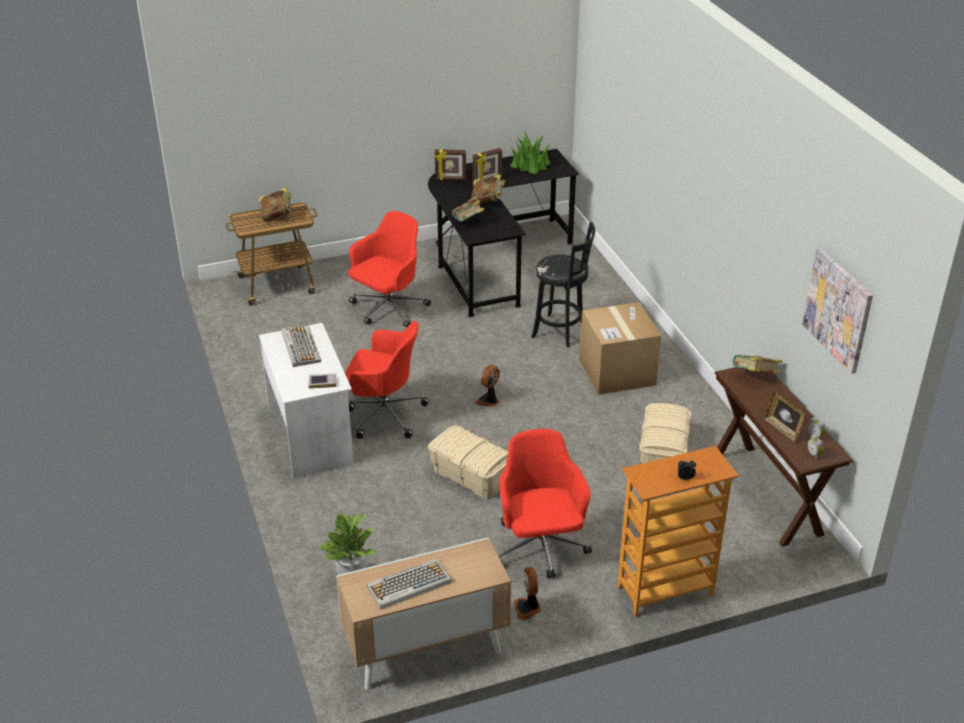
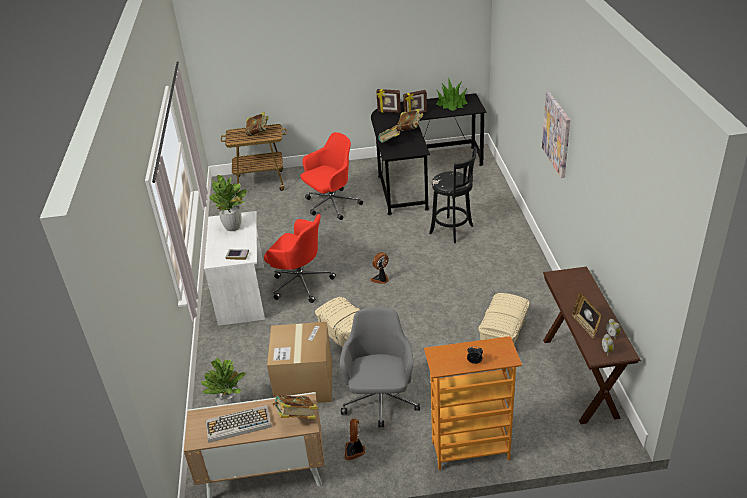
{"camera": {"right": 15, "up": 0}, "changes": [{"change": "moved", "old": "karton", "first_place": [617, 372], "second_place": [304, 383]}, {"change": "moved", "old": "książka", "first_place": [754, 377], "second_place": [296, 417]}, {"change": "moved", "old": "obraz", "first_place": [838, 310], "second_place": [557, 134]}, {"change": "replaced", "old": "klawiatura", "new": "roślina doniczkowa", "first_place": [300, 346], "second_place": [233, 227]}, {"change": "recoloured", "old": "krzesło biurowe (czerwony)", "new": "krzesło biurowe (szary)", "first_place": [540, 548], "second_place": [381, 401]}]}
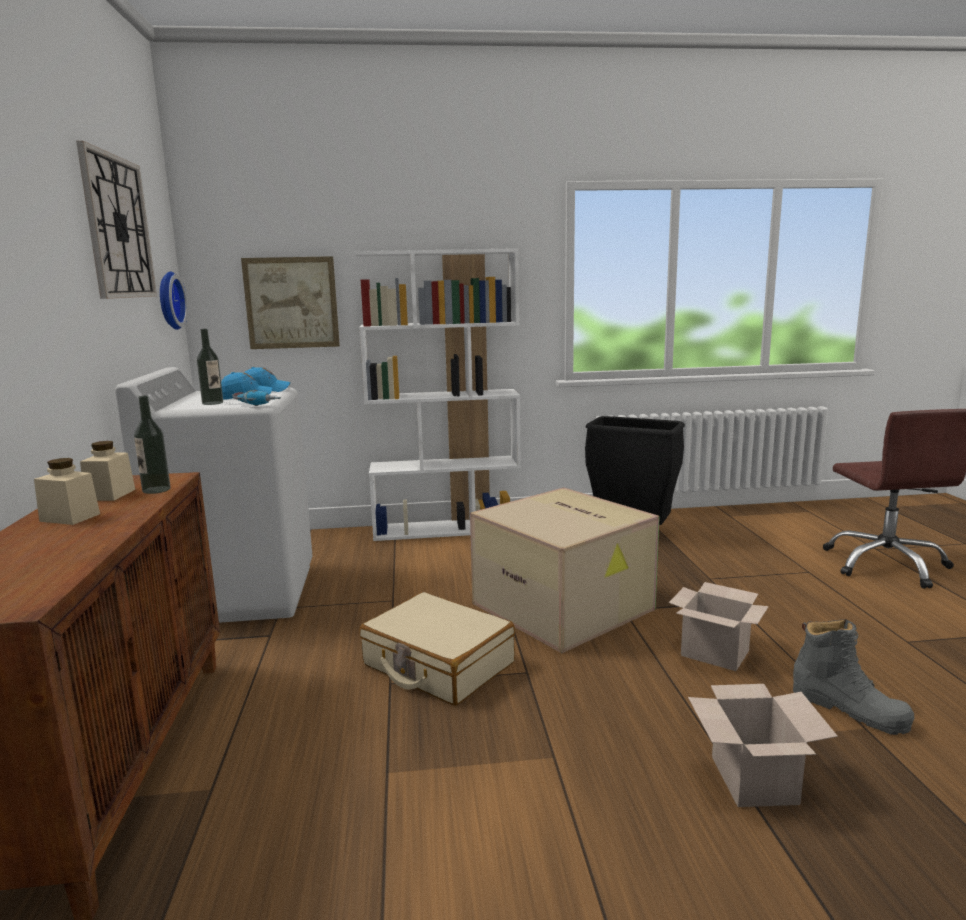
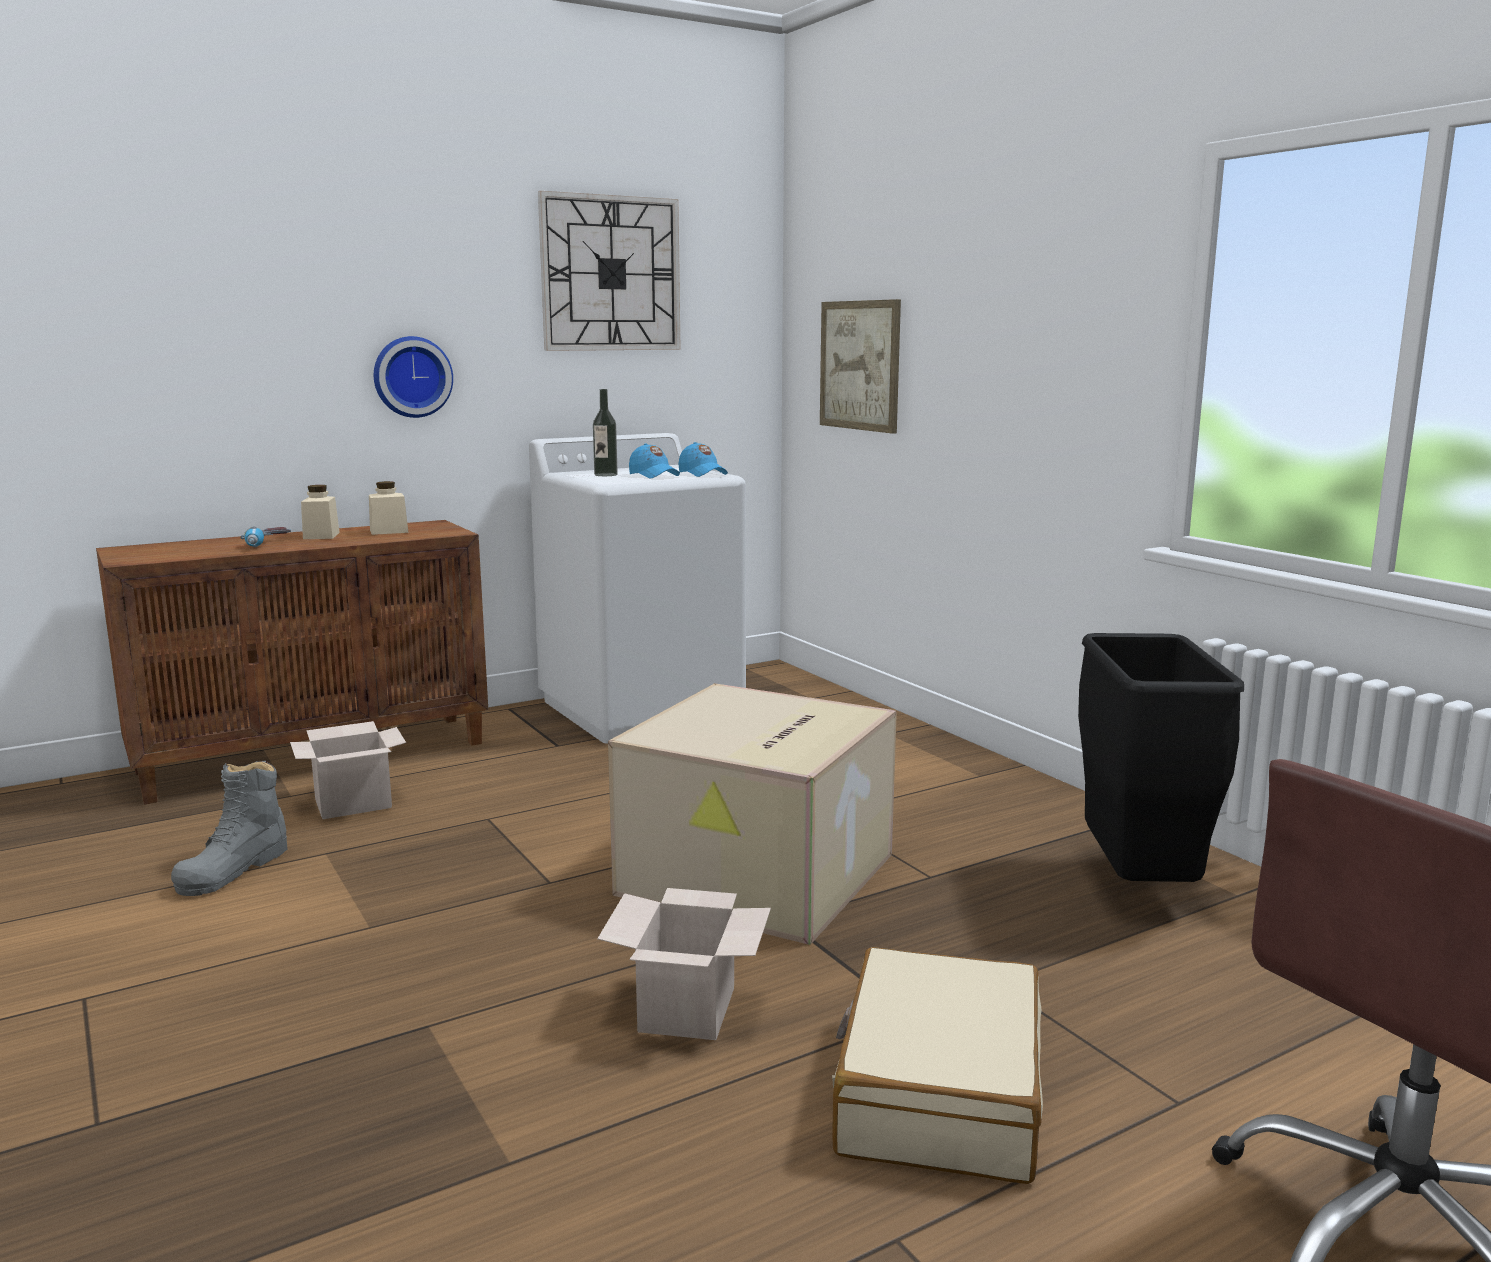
{"camera": {"right": 65, "up": 0}, "changes": [{"change": "removed", "old": "butelka", "first_place": [156, 490]}, {"change": "removed", "old": "regał (biały)", "first_place": [447, 529]}, {"change": "moved", "old": "zegar ścienny", "first_place": [168, 301], "second_place": [411, 377]}, {"change": "moved", "old": "wiertarka", "first_place": [256, 404], "second_place": [266, 545]}, {"change": "moved", "old": "walizka (beżowy)", "first_place": [437, 664], "second_place": [938, 1092]}, {"change": "moved", "old": "karton", "first_place": [751, 778], "second_place": [355, 803]}, {"change": "moved", "old": "but z cholewką (szary)", "first_place": [849, 708], "second_place": [234, 869]}]}
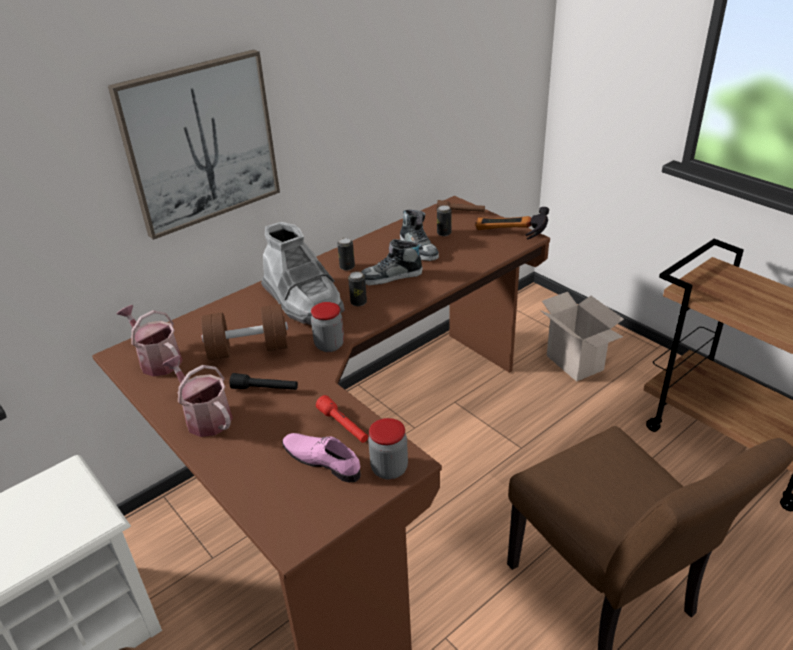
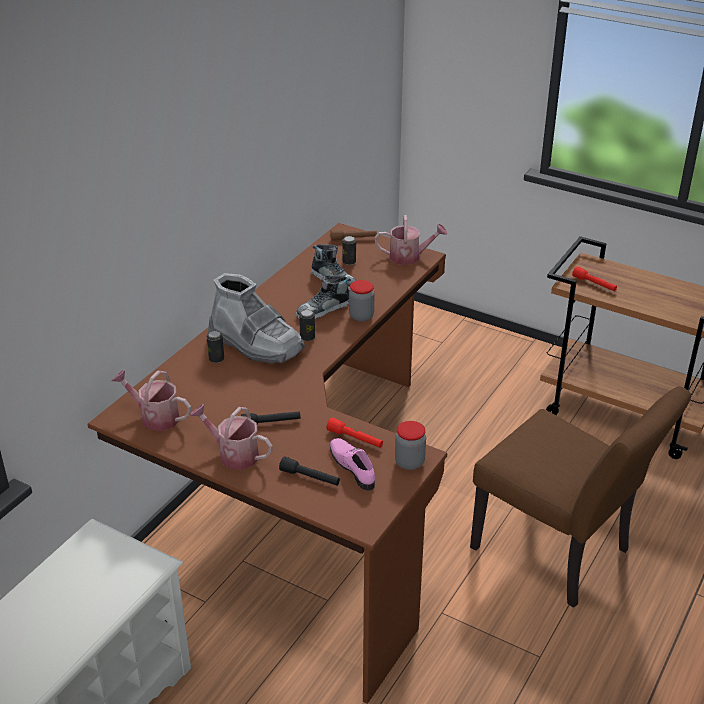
{"camera": {"right": -20, "up": 0}, "changes": [{"change": "removed", "old": "obraz", "first_place": [200, 143]}, {"change": "removed", "old": "hantel (brązowy)", "first_place": [248, 349]}, {"change": "removed", "old": "karton", "first_place": [577, 363]}, {"change": "added", "new": "latarka (czarny)", "second_place": [310, 478]}, {"change": "added", "new": "latarka (czerwony)", "second_place": [594, 284]}, {"change": "moved", "old": "słoik", "first_place": [329, 345], "second_place": [361, 316]}, {"change": "moved", "old": "puszka", "first_place": [347, 267], "second_place": [216, 359]}, {"change": "replaced", "old": "młotek", "new": "konewka", "first_place": [509, 236], "second_place": [409, 257]}, {"change": "turned", "old": "but (różowy)", "first_place": [322, 459], "second_place": [353, 466], "degrees": 45}]}
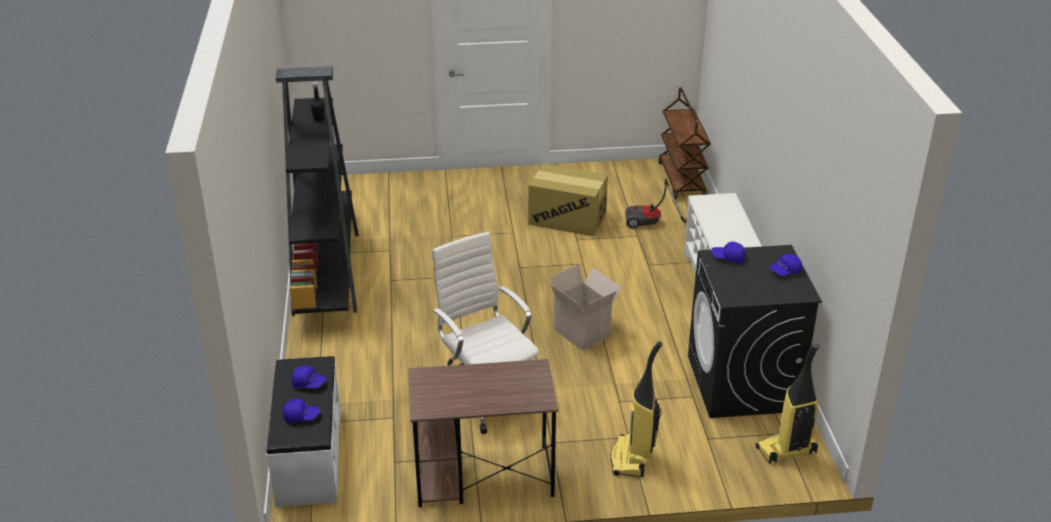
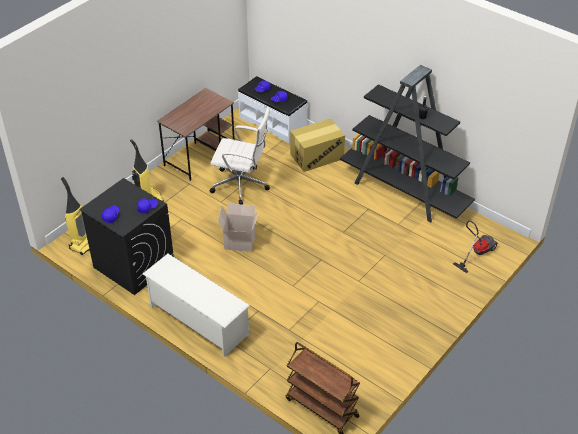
{"camera": {"right": 135, "up": 10}, "changes": [{"change": "moved", "old": "karton", "first_place": [567, 219], "second_place": [317, 156]}, {"change": "moved", "old": "odkurzacz", "first_place": [652, 225], "second_place": [476, 252]}]}
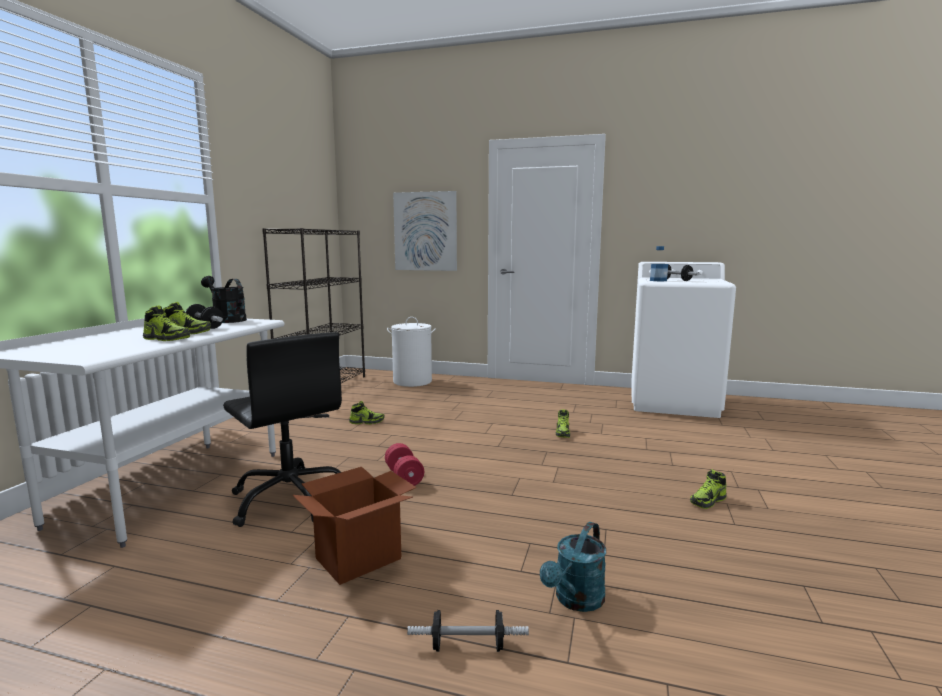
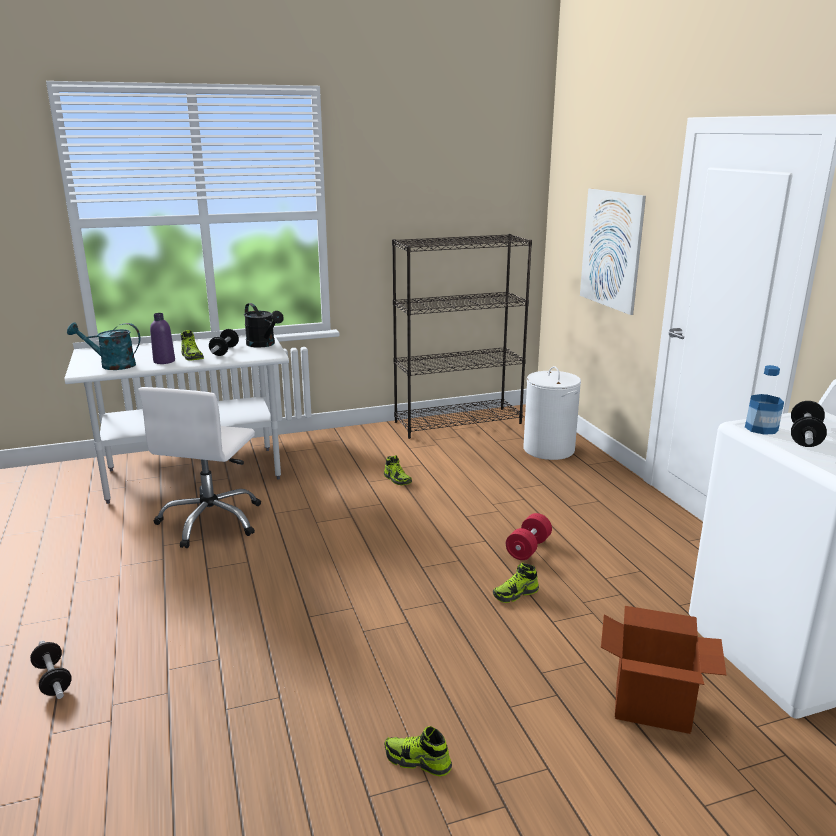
{"camera": {"right": 55, "up": 10}, "changes": [{"change": "moved", "old": "karton", "first_place": [359, 558], "second_place": [652, 706]}, {"change": "moved", "old": "hantel (czerwony)", "first_place": [404, 477], "second_place": [528, 548]}, {"change": "moved", "old": "konewka (turkusowy)", "first_place": [576, 601], "second_place": [112, 365]}, {"change": "replaced", "old": "but", "new": "butelka (fioletowy)", "first_place": [167, 339], "second_place": [164, 361]}, {"change": "recoloured", "old": "krzesło biurowe (czarny)", "new": "krzesło biurowe (biały)", "first_place": [290, 499], "second_place": [211, 521]}, {"change": "turned", "old": "konewka (czarny)", "first_place": [226, 320], "second_place": [263, 344], "degrees": 135}]}
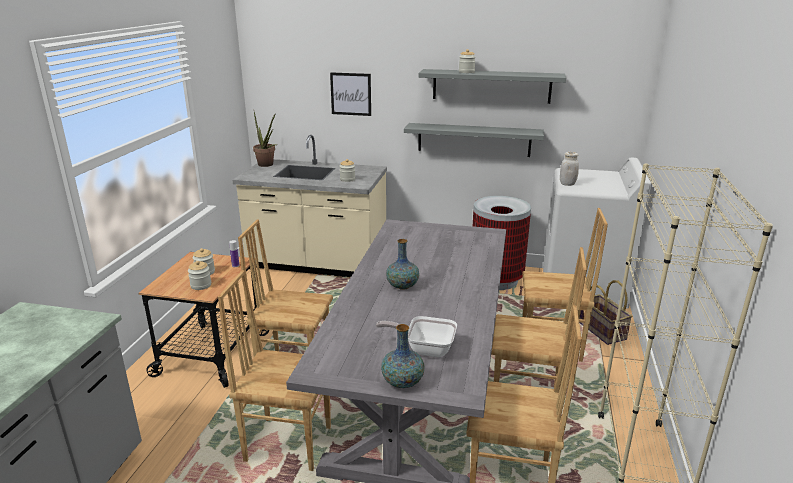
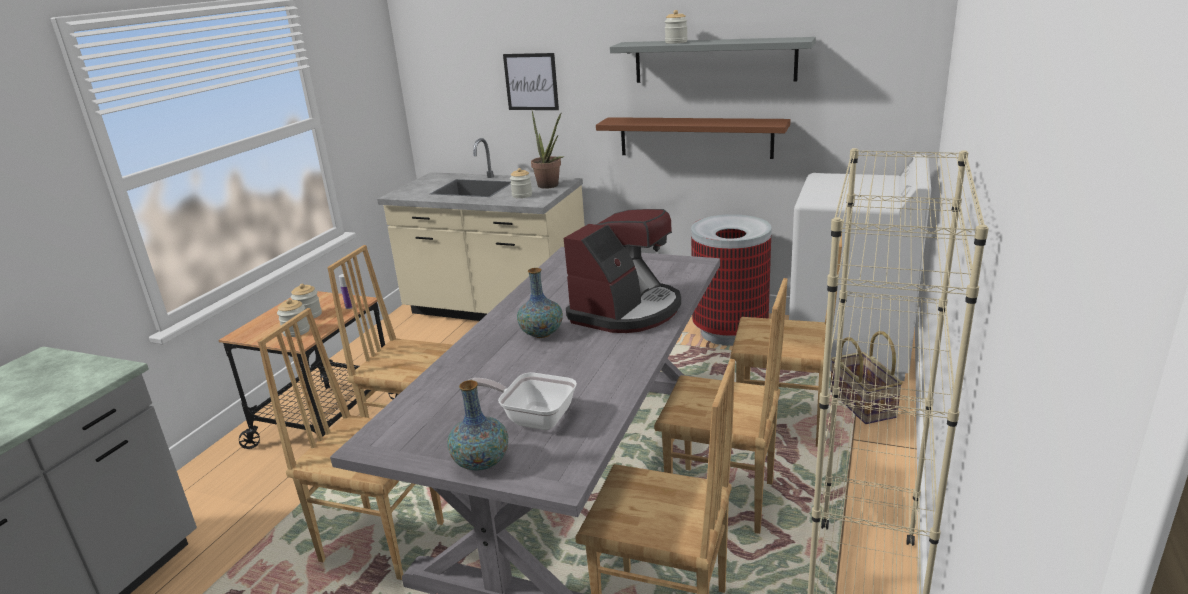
{"camera": {"right": 10, "up": 0}, "changes": [{"change": "removed", "old": "słoik (biały)", "first_place": [567, 184]}, {"change": "added", "new": "ekspres do kawy", "second_place": [627, 311]}, {"change": "moved", "old": "roślina doniczkowa", "first_place": [267, 165], "second_place": [550, 186]}, {"change": "recoloured", "old": "półka (szary)", "new": "półka (brązowy)", "first_place": [474, 139], "second_place": [695, 137]}]}
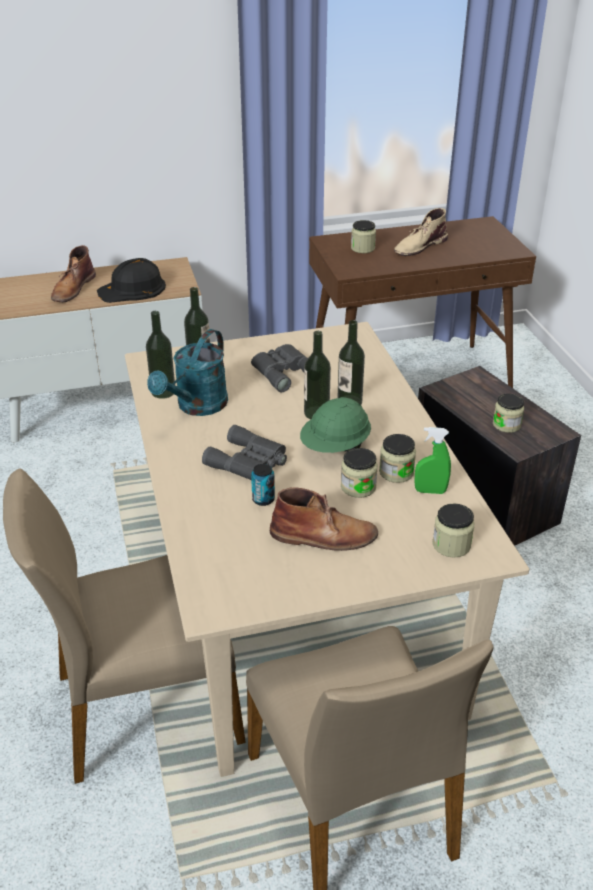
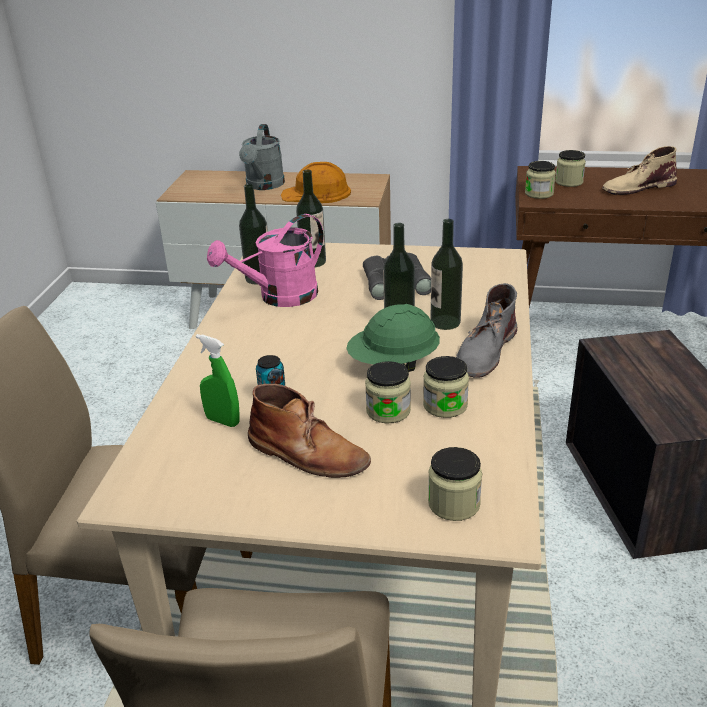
{"camera": {"right": 25, "up": -5}, "changes": [{"change": "removed", "old": "lornetka (szary)", "first_place": [249, 463]}, {"change": "added", "new": "but z cholewką (szary)", "second_place": [486, 351]}, {"change": "moved", "old": "spryskiwacz (zielony)", "first_place": [430, 491], "second_place": [222, 421]}, {"change": "moved", "old": "słoik", "first_place": [506, 425], "second_place": [539, 194]}, {"change": "replaced", "old": "but z cholewką (brązowy)", "new": "konewka (szary)", "first_place": [73, 288], "second_place": [264, 186]}, {"change": "recoloured", "old": "kask (czarny)", "new": "kask (pomarańczowy)", "first_place": [132, 289], "second_place": [316, 193]}, {"change": "recoloured", "old": "konewka (turkusowy)", "new": "konewka (różowy)", "first_place": [197, 407], "second_place": [279, 297]}]}
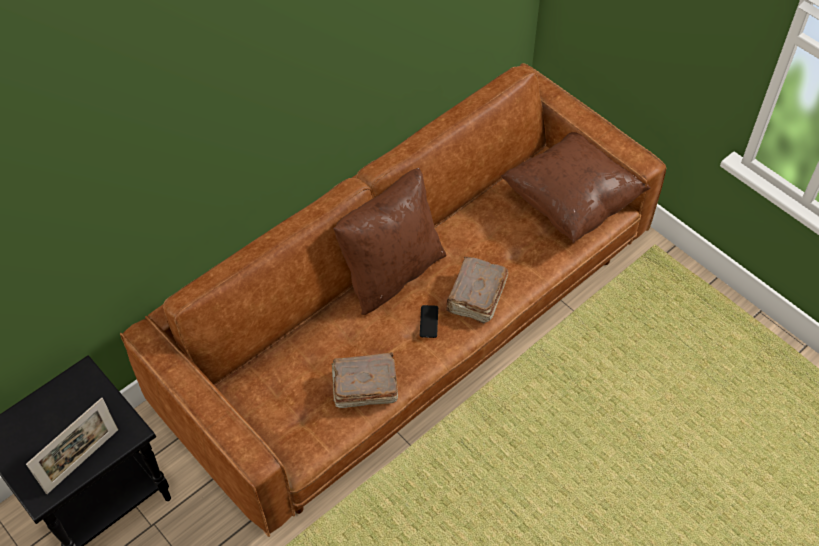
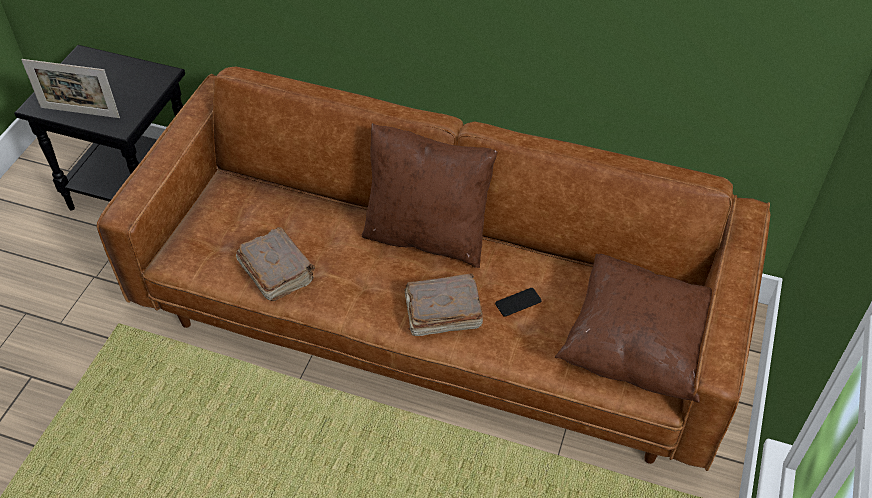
{"camera": {"right": 60, "up": -5}, "changes": [{"change": "moved", "old": "telefon", "first_place": [429, 321], "second_place": [518, 302]}]}
